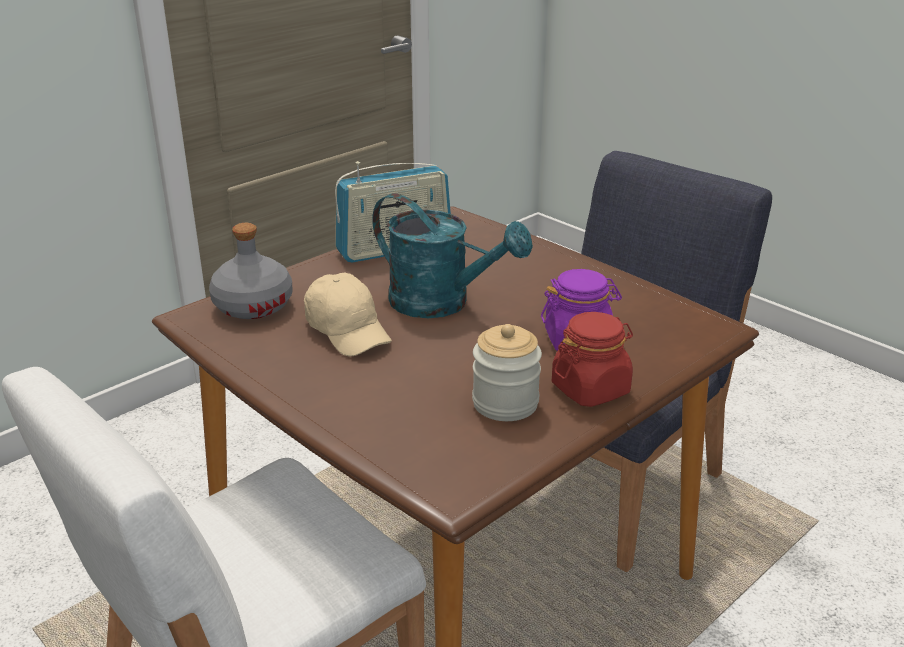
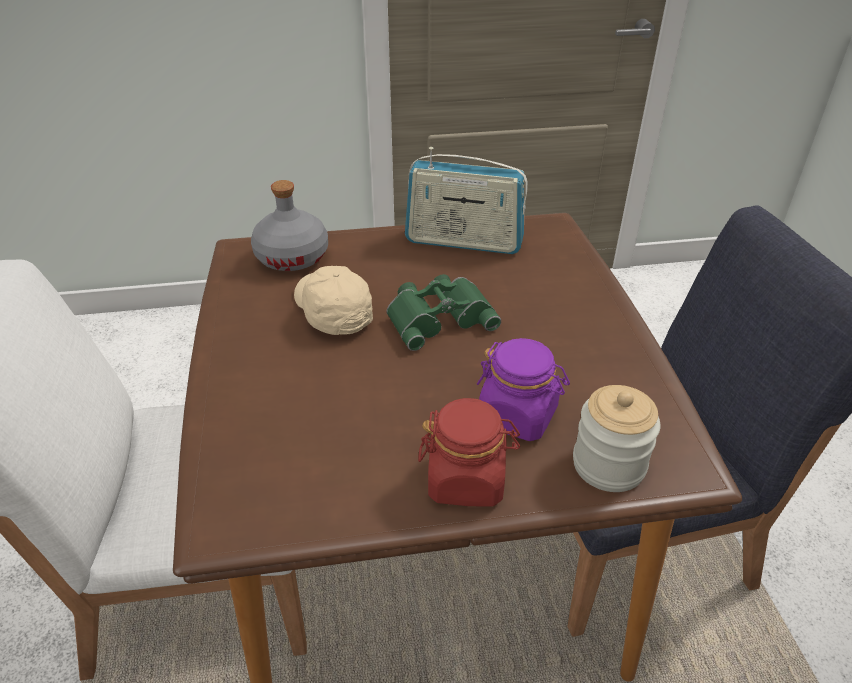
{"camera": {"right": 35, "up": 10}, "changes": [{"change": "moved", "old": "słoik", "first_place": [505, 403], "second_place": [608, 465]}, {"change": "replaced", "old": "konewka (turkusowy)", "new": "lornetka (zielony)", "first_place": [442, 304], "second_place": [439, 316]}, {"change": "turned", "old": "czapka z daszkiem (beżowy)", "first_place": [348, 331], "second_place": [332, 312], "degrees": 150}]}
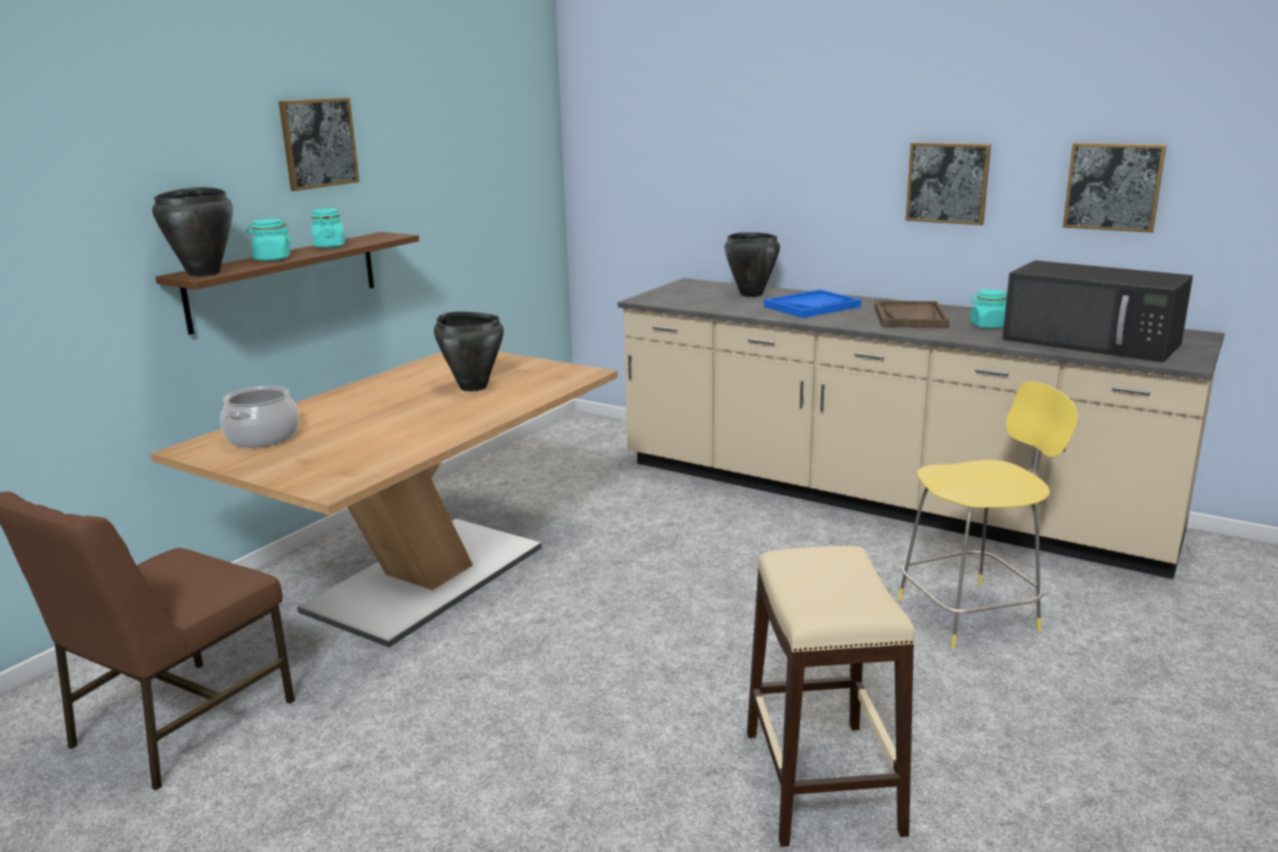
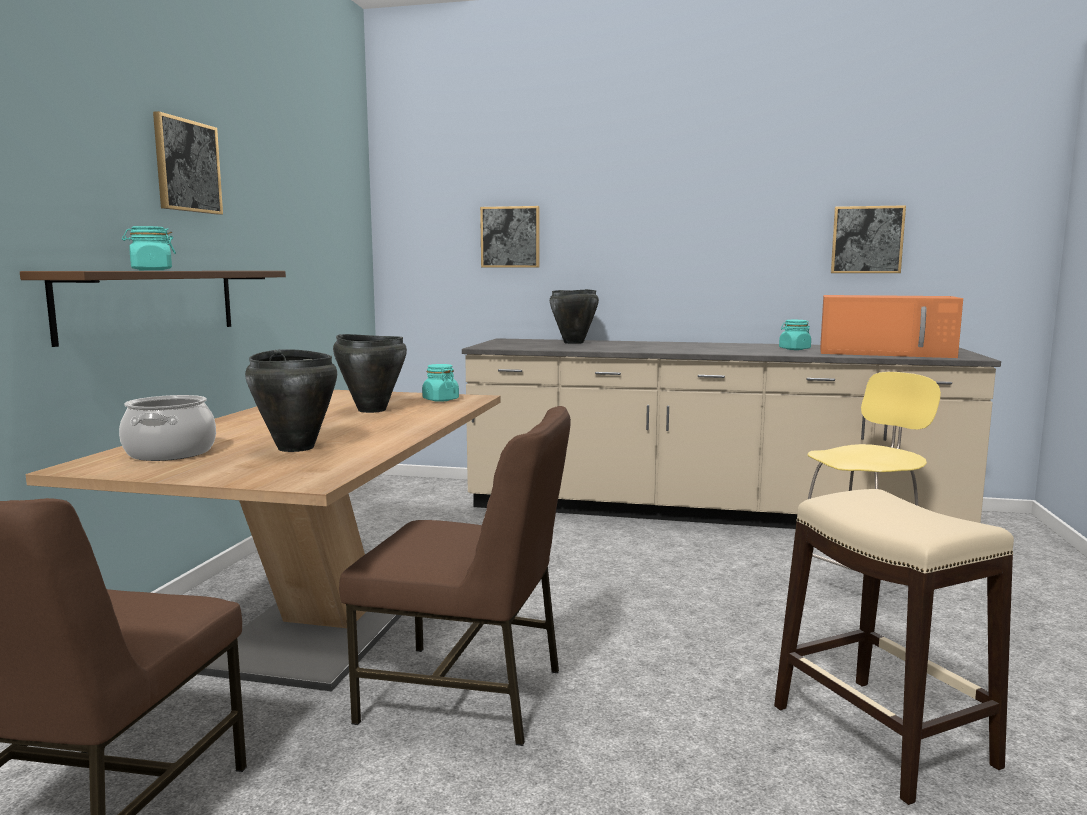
{"camera": {"right": -20, "up": -10}, "changes": [{"change": "removed", "old": "taca (niebieski)", "first_place": [812, 306]}, {"change": "removed", "old": "taca (brązowy)", "first_place": [910, 317]}, {"change": "added", "new": "krzesło (brązowy)", "second_place": [466, 694]}, {"change": "moved", "old": "garnek (czarny)", "first_place": [204, 273], "second_place": [296, 448]}, {"change": "moved", "old": "słoik (turkusowy)", "first_place": [329, 246], "second_place": [440, 400]}, {"change": "moved", "old": "obraz", "first_place": [947, 183], "second_place": [510, 237]}, {"change": "recoloured", "old": "mikrofalówka (czarny)", "new": "mikrofalówka (pomarańczowy)", "first_place": [1093, 342], "second_place": [887, 352]}]}
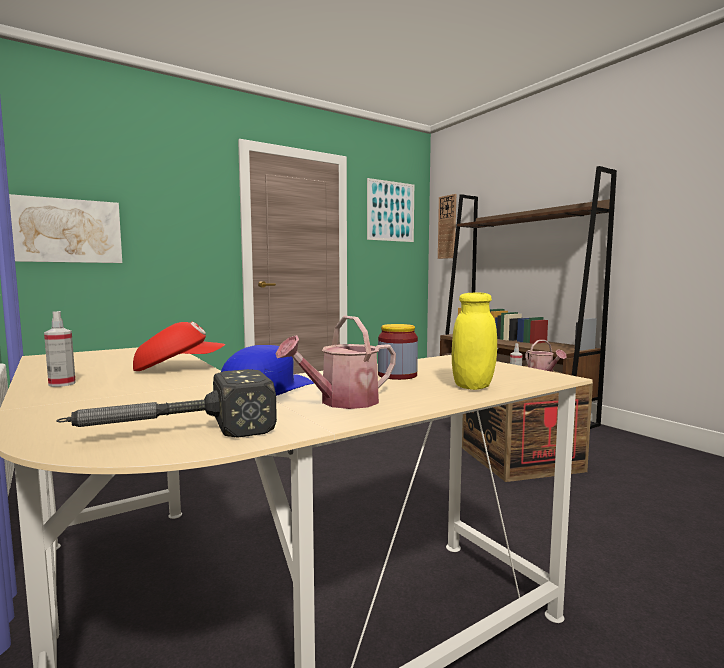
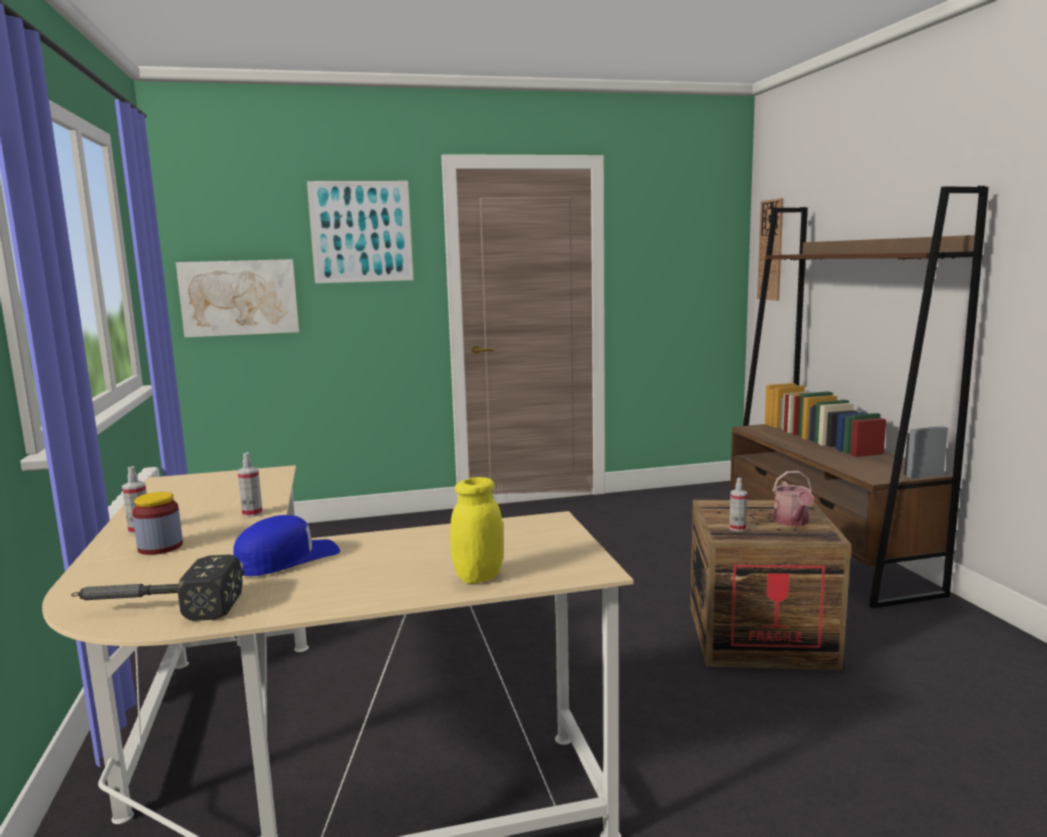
{"camera": {"right": 20, "up": 5}, "changes": [{"change": "removed", "old": "konewka", "first_place": [342, 402]}, {"change": "moved", "old": "obraz", "first_place": [391, 211], "second_place": [361, 232]}, {"change": "moved", "old": "słoik", "first_place": [397, 375], "second_place": [160, 547]}, {"change": "replaced", "old": "czapka z daszkiem (czerwony)", "new": "spryskiwacz", "first_place": [178, 368], "second_place": [252, 514]}]}
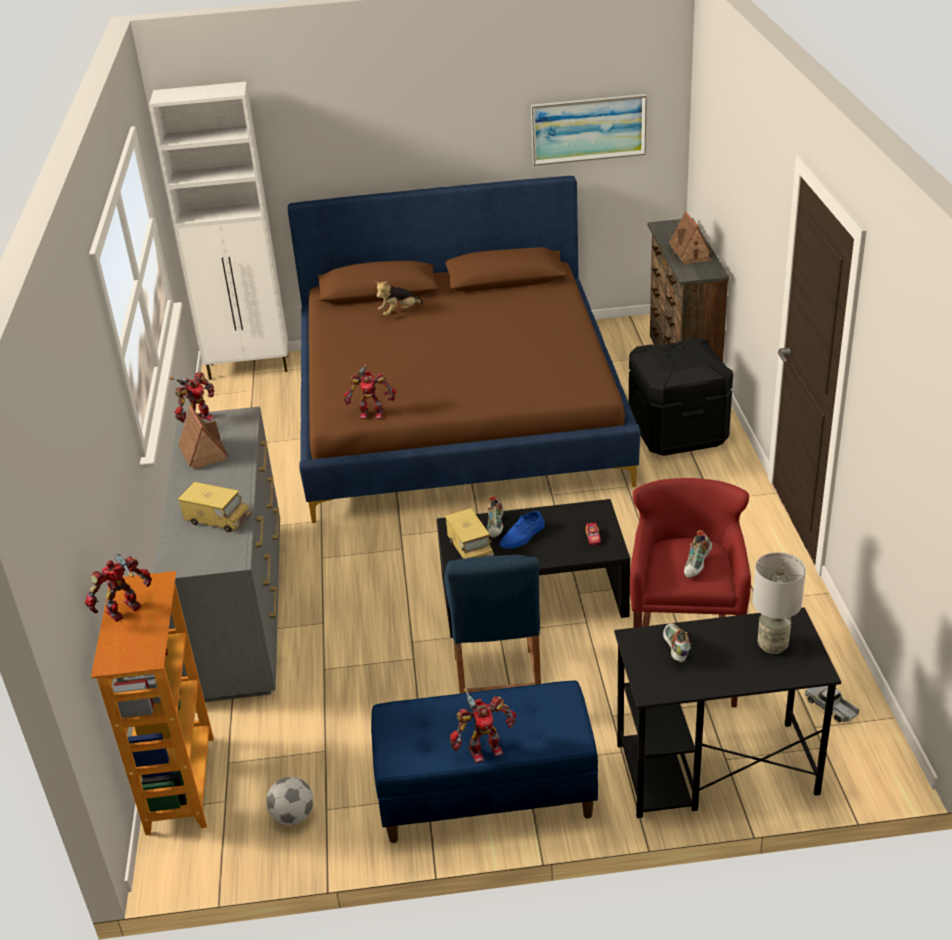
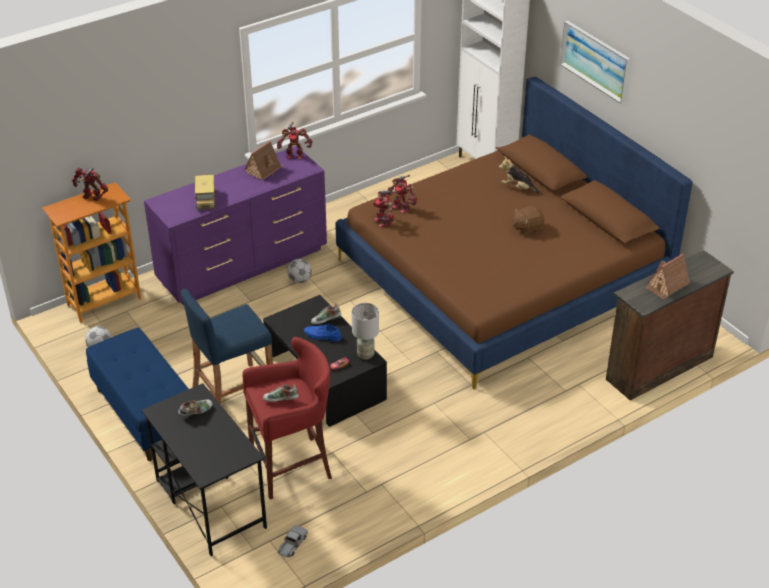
{"camera": {"right": 60, "up": 5}, "changes": [{"change": "removed", "old": "ciężarówka zabawkowa", "first_place": [470, 549]}, {"change": "removed", "old": "pojemnik do przechowywania (czarny)", "first_place": [678, 433]}, {"change": "added", "new": "piłka futbolowa", "second_place": [300, 280]}, {"change": "added", "new": "pluszak (brązowy)", "second_place": [527, 228]}, {"change": "moved", "old": "robot zabawkowy", "first_place": [484, 749], "second_place": [401, 207]}, {"change": "moved", "old": "obraz", "first_place": [588, 129], "second_place": [595, 61]}, {"change": "moved", "old": "lampa stołowa (szary)", "first_place": [772, 645], "second_place": [366, 354]}, {"change": "recoloured", "old": "komoda (szary)", "new": "komoda (fioletowy)", "first_place": [239, 610], "second_place": [243, 265]}]}
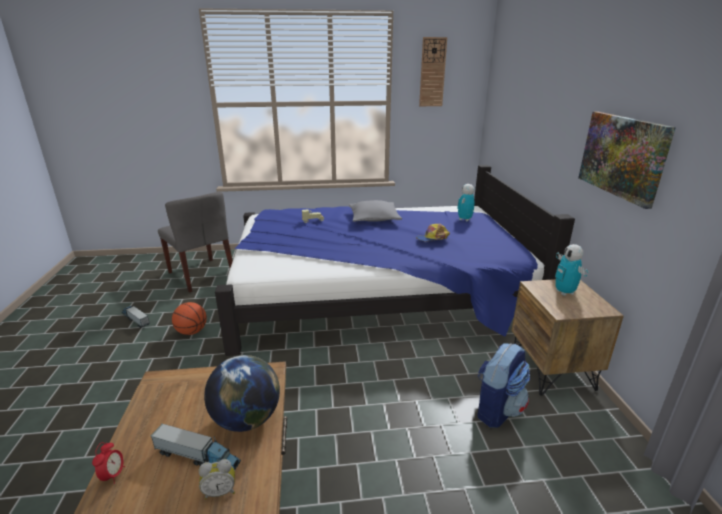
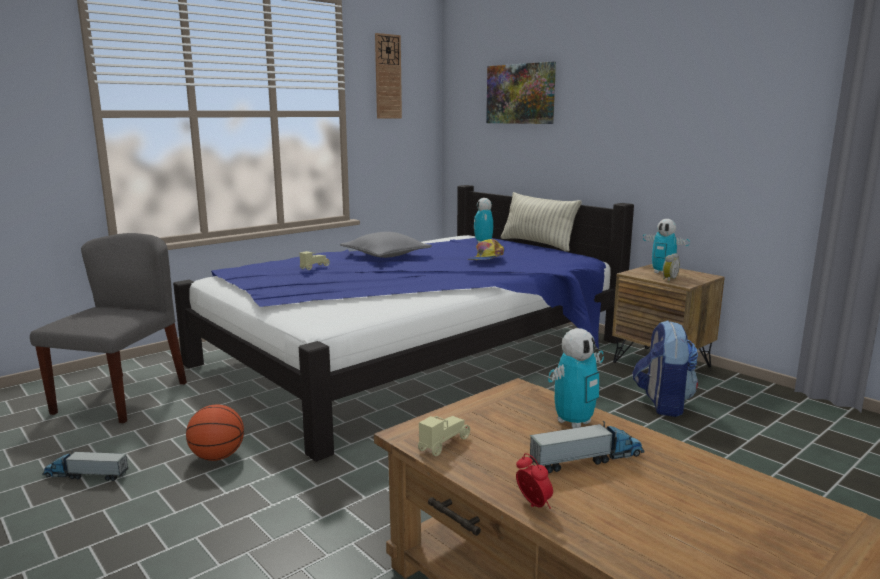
{"camera": {"right": -35, "up": -10}, "changes": [{"change": "added", "new": "samochodzik (beżowy)", "second_place": [444, 444]}, {"change": "added", "new": "poduszka", "second_place": [537, 244]}, {"change": "moved", "old": "budzik", "first_place": [220, 491], "second_place": [668, 280]}, {"change": "moved", "old": "obraz", "first_place": [622, 156], "second_place": [520, 94]}, {"change": "replaced", "old": "globus", "new": "robot zabawkowy", "first_place": [247, 419], "second_place": [574, 422]}, {"change": "turned", "old": "krzesło (szary)", "first_place": [202, 275], "second_place": [122, 397], "degrees": -90}]}
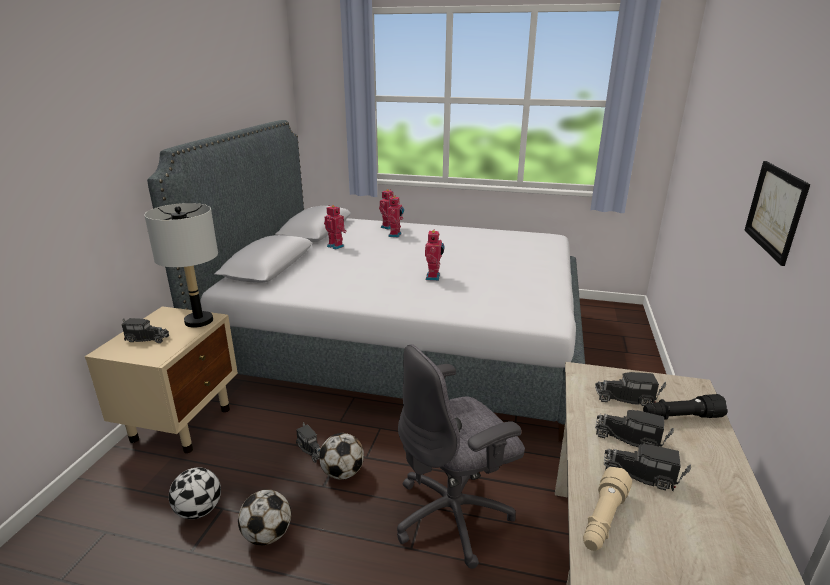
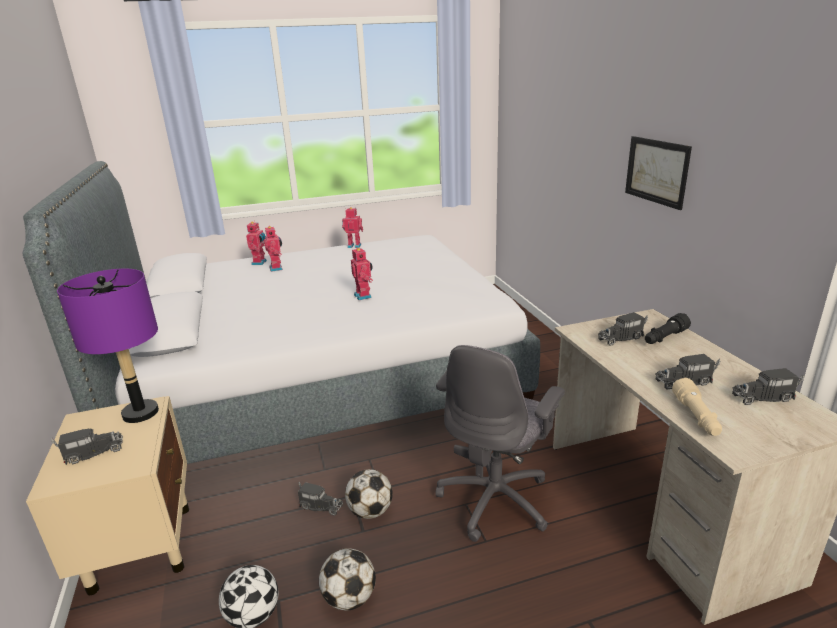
{"camera": {"right": -30, "up": 0}, "changes": [{"change": "moved", "old": "robot zabawkowy", "first_place": [336, 246], "second_place": [354, 246]}, {"change": "moved", "old": "ciężarówka zabawkowa", "first_place": [630, 438], "second_place": [764, 397]}, {"change": "recoloured", "old": "lampa stołowa (szary)", "new": "lampa stołowa (fioletowy)", "first_place": [199, 321], "second_place": [141, 413]}]}
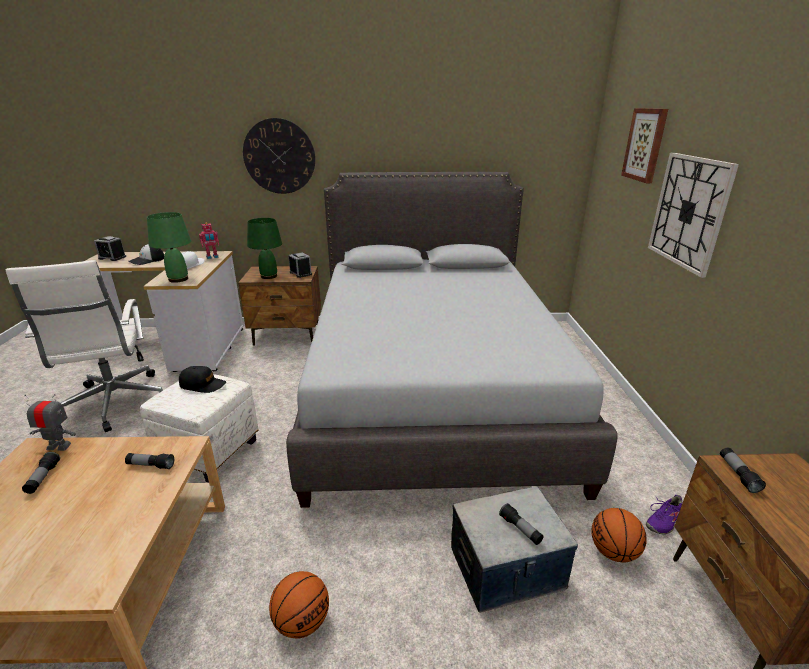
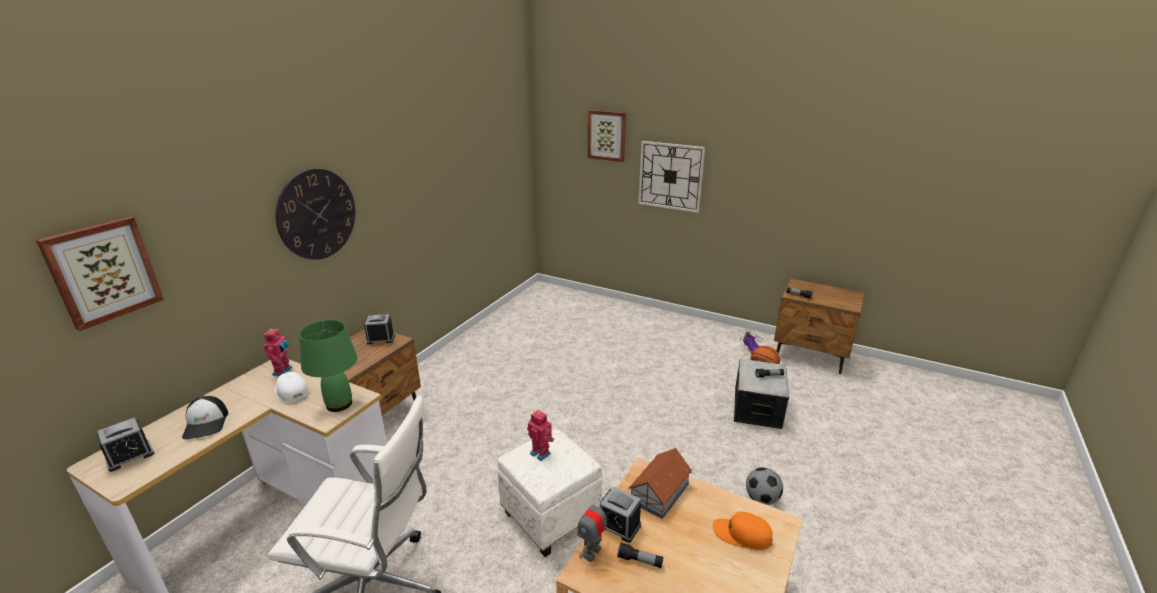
{"camera": {"right": -60, "up": 0}, "changes": [{"change": "removed", "old": "lampa stołowa (zielony)", "first_place": [269, 276]}, {"change": "removed", "old": "łóżko (szary)", "first_place": [431, 389]}, {"change": "added", "new": "obraz", "second_place": [103, 271]}, {"change": "added", "new": "budzik", "second_place": [619, 525]}, {"change": "added", "new": "czapka z daszkiem (pomarańczowy)", "second_place": [742, 535]}, {"change": "replaced", "old": "latarka", "new": "domek", "first_place": [151, 465], "second_place": [660, 492]}, {"change": "replaced", "old": "czapka z daszkiem (czarny)", "new": "robot zabawkowy", "first_place": [203, 385], "second_place": [541, 453]}, {"change": "replaced", "old": "piłka do koszykówki", "new": "piłka futbolowa", "first_place": [302, 622], "second_place": [762, 499]}]}
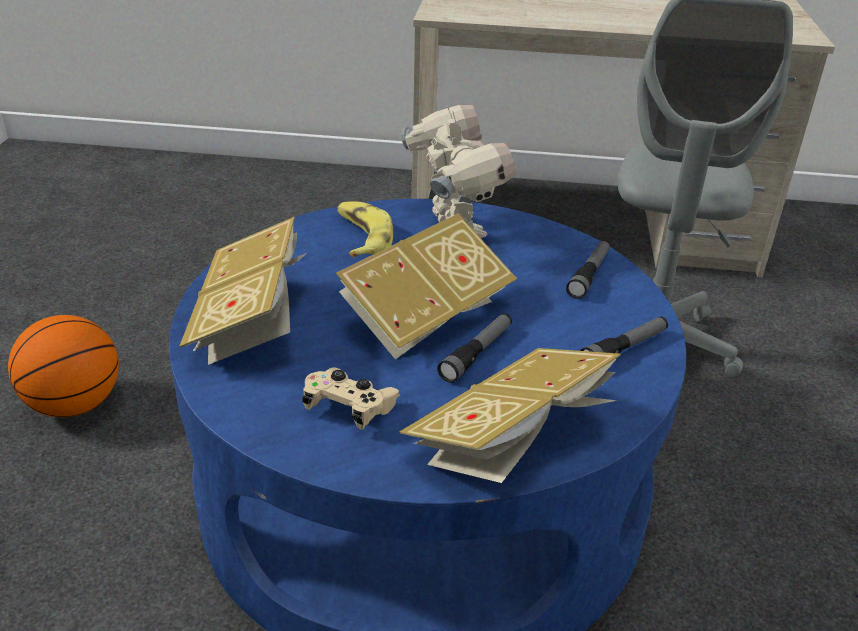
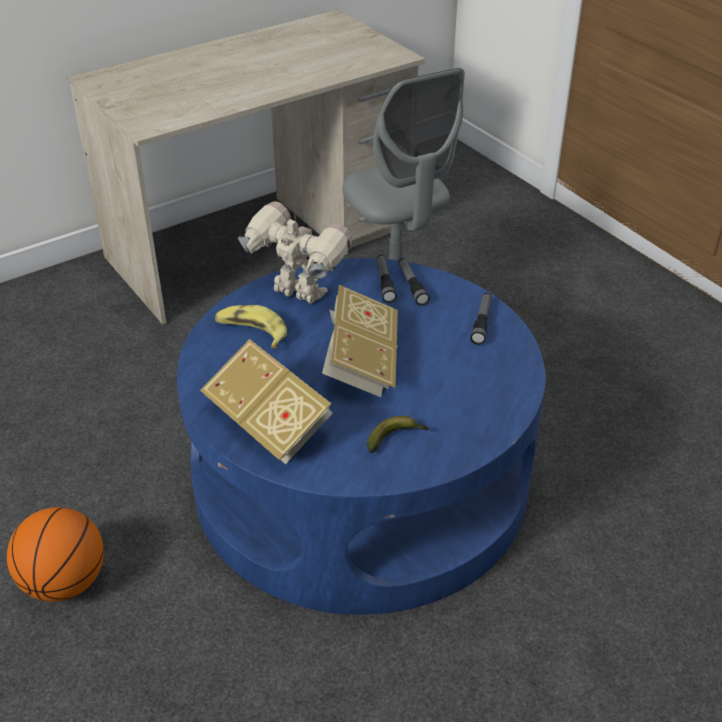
{"camera": {"right": -40, "up": 5}, "changes": [{"change": "removed", "old": "książka", "first_place": [512, 443]}, {"change": "moved", "old": "latarka", "first_place": [477, 353], "second_place": [385, 283]}, {"change": "replaced", "old": "pad do gier (beżowy)", "new": "banan", "first_place": [349, 408], "second_place": [396, 438]}]}
